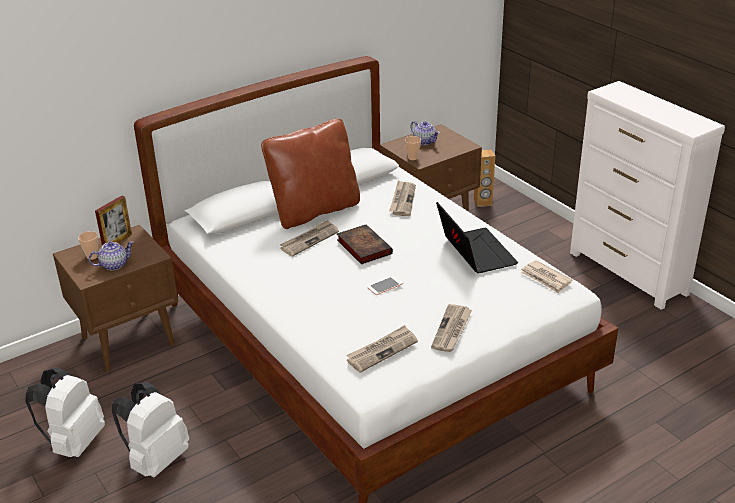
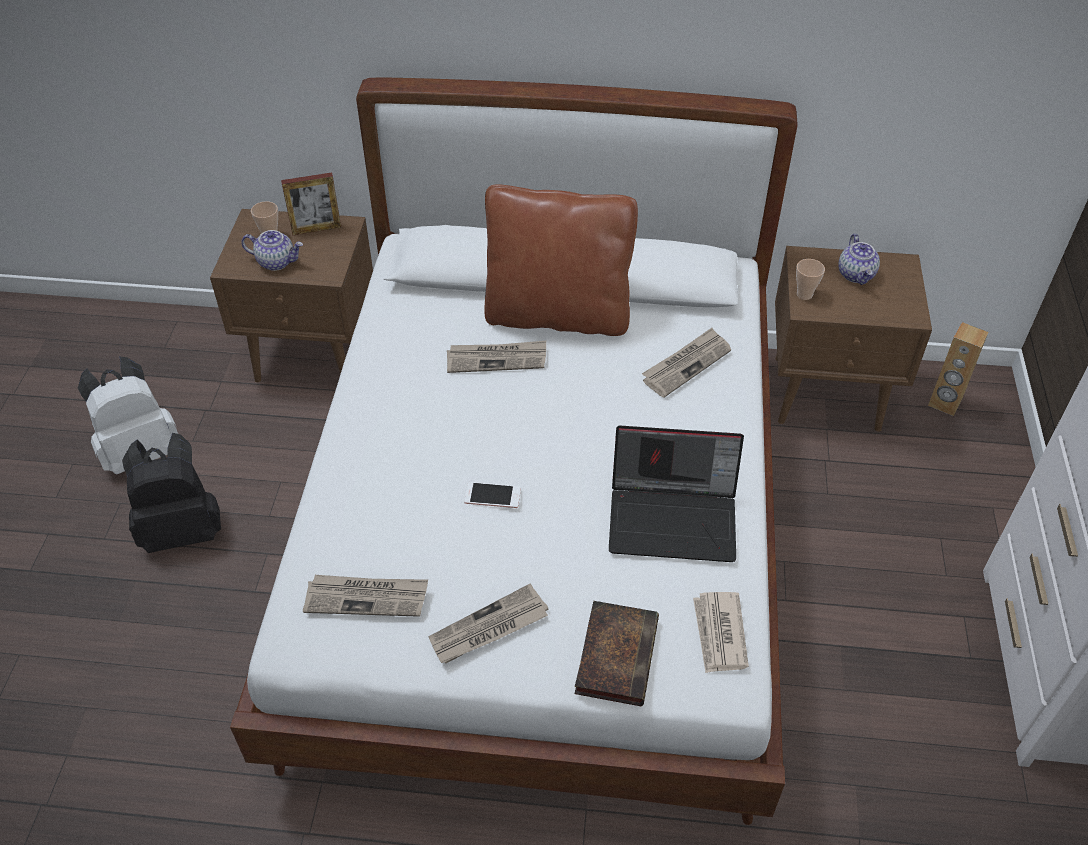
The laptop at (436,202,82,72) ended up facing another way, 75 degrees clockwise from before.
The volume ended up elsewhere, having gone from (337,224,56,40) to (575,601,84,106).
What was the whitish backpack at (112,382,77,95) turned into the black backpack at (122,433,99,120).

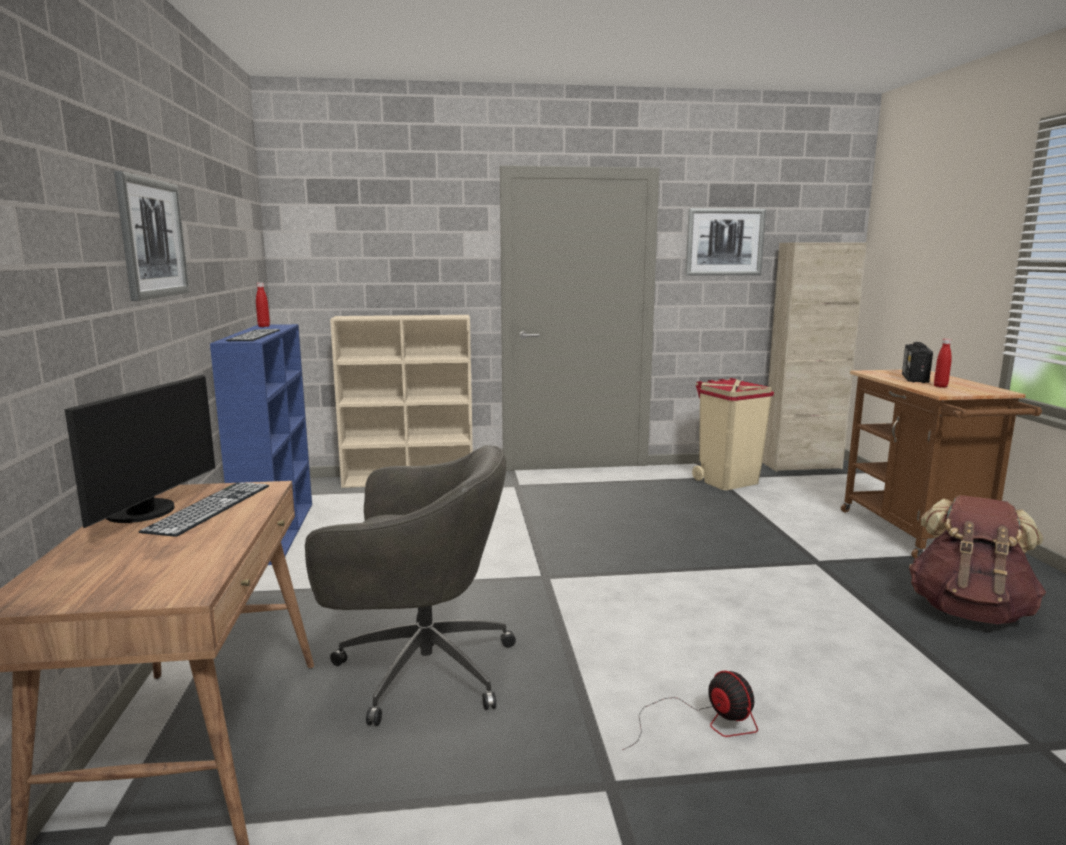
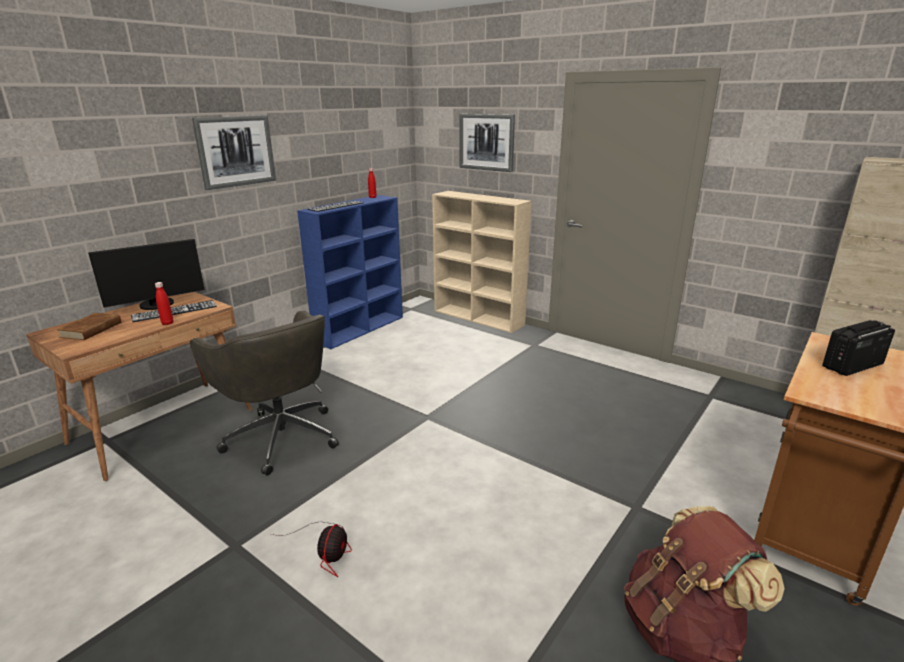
The wall art ended up elsewhere, having gone from (685,208,81,68) to (460,114,55,58).
The red-coloured bottle ended up elsewhere, having gone from (934,339,18,49) to (155,282,18,43).
The second view lost the beige-coloured waste bin at (692,378,82,112).
The second view gained the brown-coloured volume at (57,313,66,27).

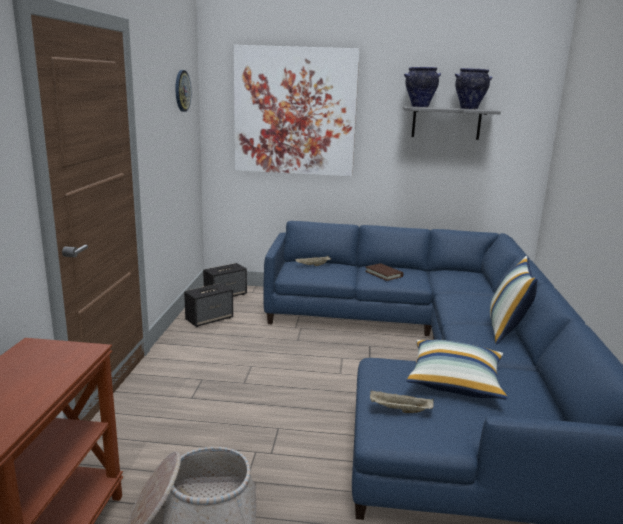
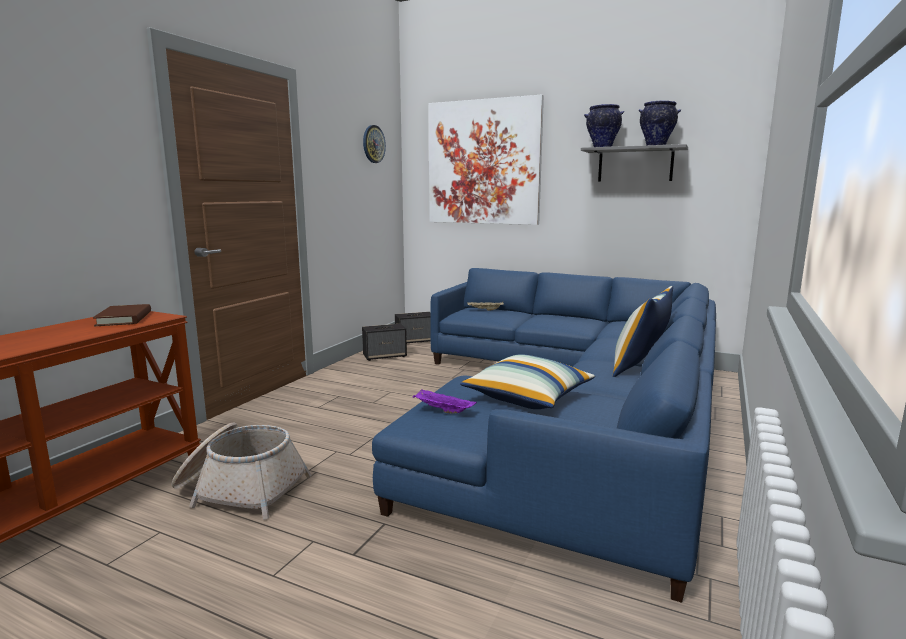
The brown-coloured volume ended up elsewhere, having gone from (365,263,38,18) to (93,304,58,22).
What was the beige-coloured carrying tray at (370,390,64,23) turned into the purplish carrying tray at (413,389,64,24).

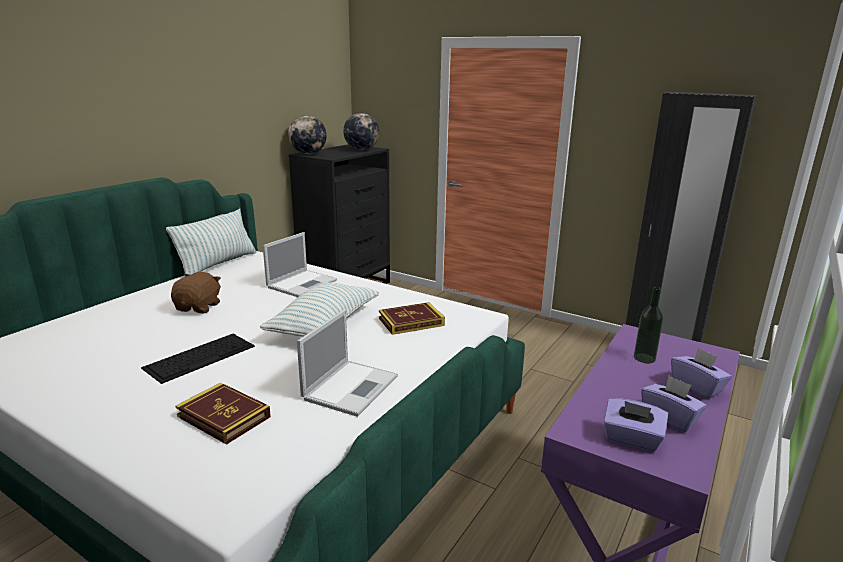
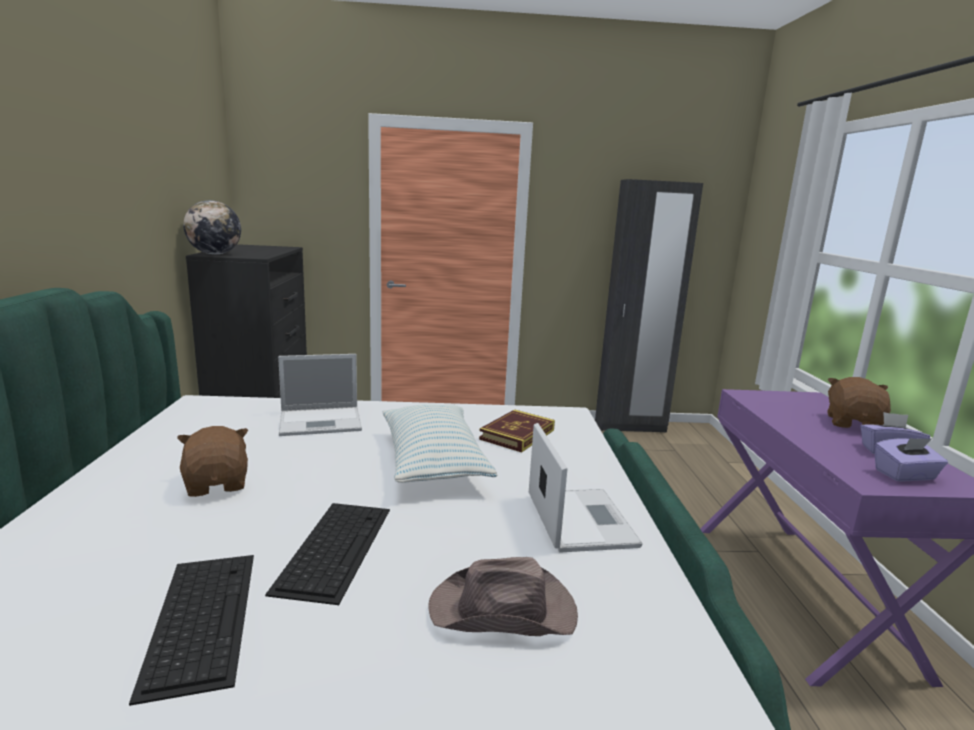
The second view lost the world globe at (343,113,36,37).
The second view lost the pillow at (166,208,91,67).
The laptop at (263,232,74,65) ended up facing another way, 75 degrees clockwise from before.
The second view lost the bottle at (634,287,29,77).
Where the purplish tissue holder stood at (671,348,61,50), the brown-coloured cuddly toy came to stand at (827,377,64,51).
Where the volume stood at (176,382,95,63), the brown-coloured wearable hat came to stand at (428,557,150,79).
The second view gained the keyboard at (129,555,125,151).

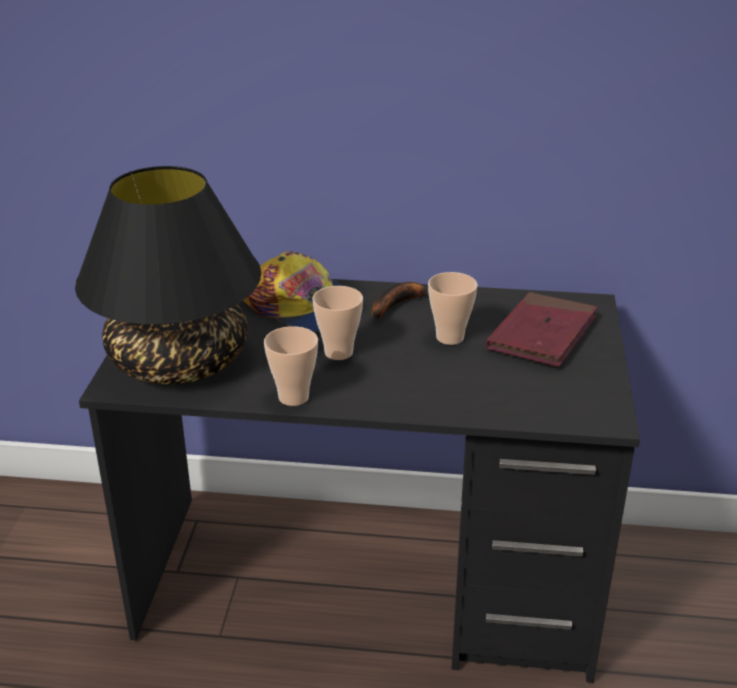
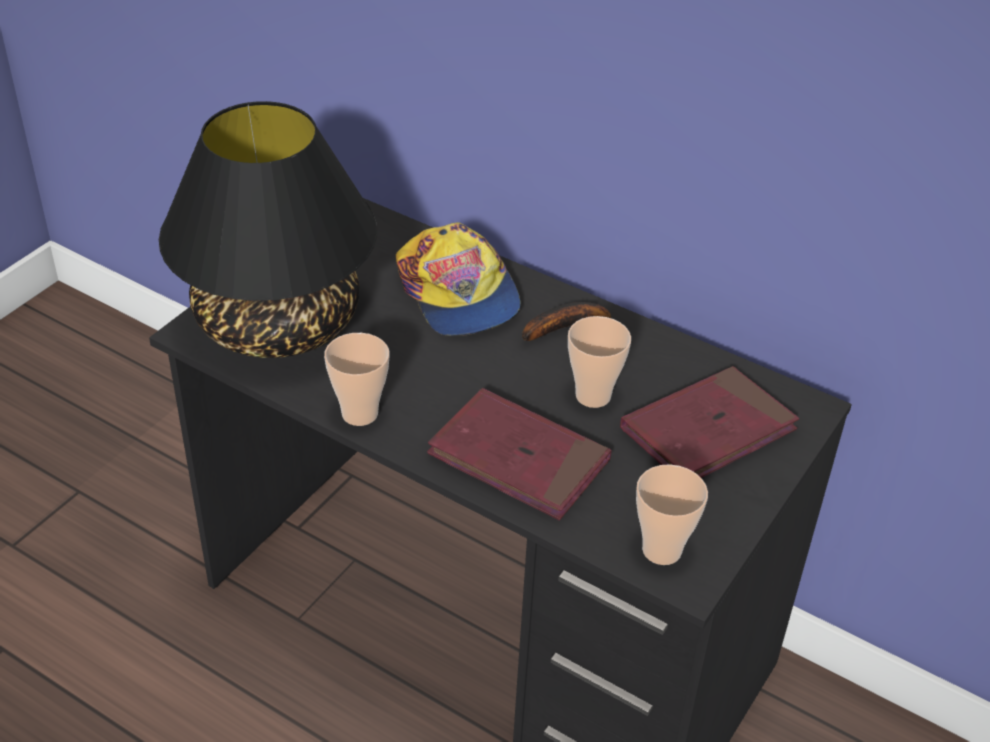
The drinking cup ended up elsewhere, having gone from (313,286,50,74) to (636,464,72,101).
The second view gained the red-coloured volume at (427,388,185,132).

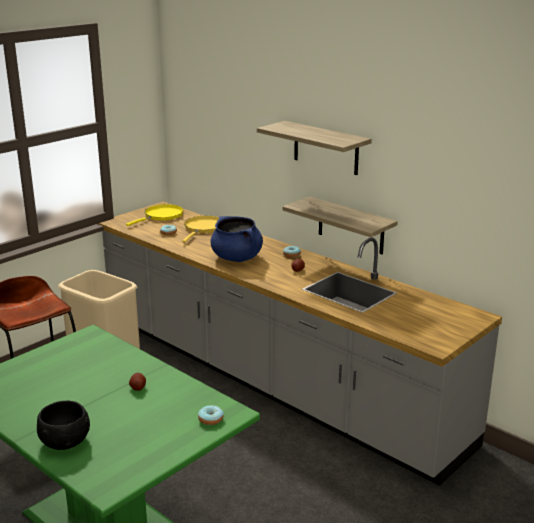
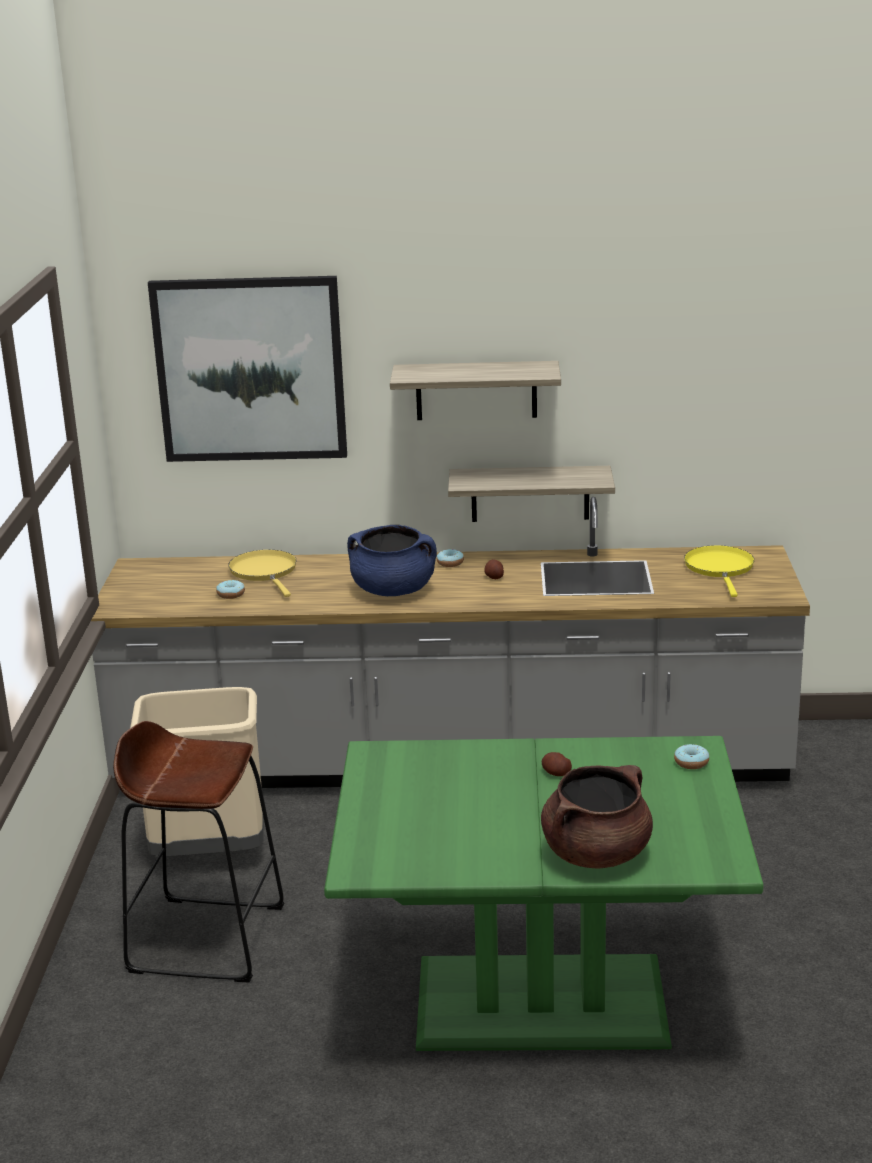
The yellow-coloured skillet ended up elsewhere, having gone from (126,204,58,22) to (684,545,70,52).
Where the black serving bowl stood at (37,401,53,49), the brown-coloured saucepot came to stand at (541,765,112,104).
The second view gained the wall art at (148,276,199,186).

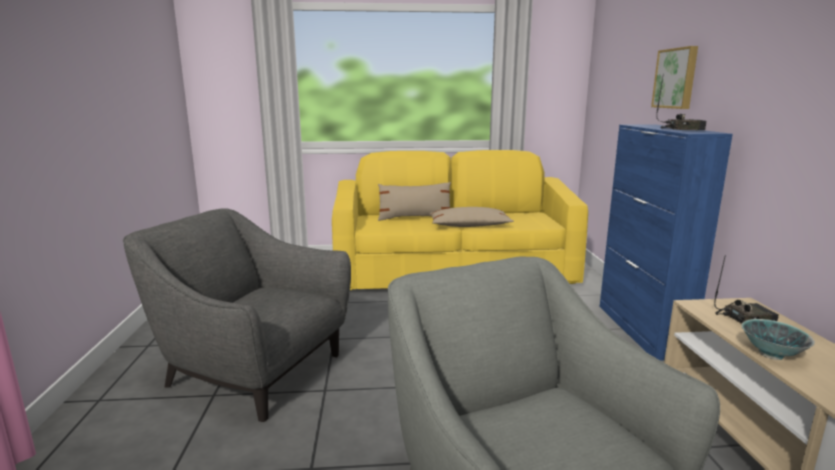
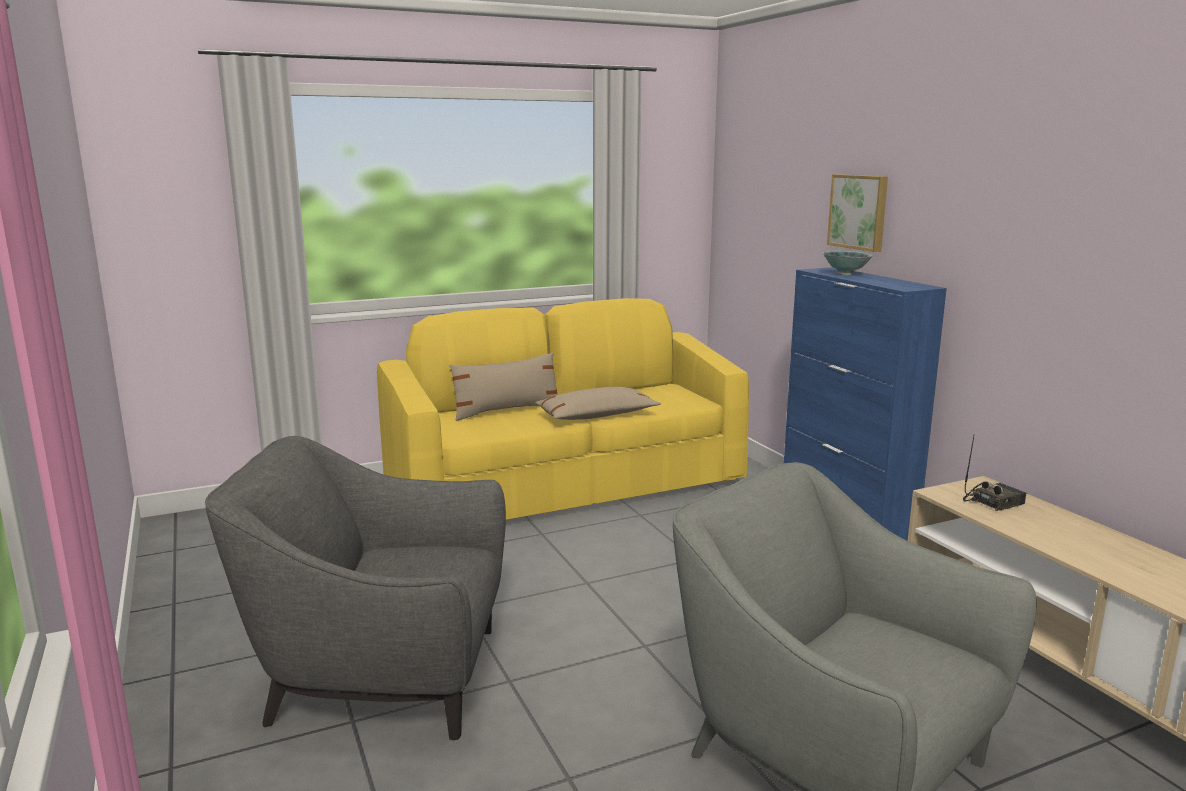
The second view lost the radio set at (656,73,51,57).
The serving bowl ended up elsewhere, having gone from (742,319,73,41) to (823,251,49,24).

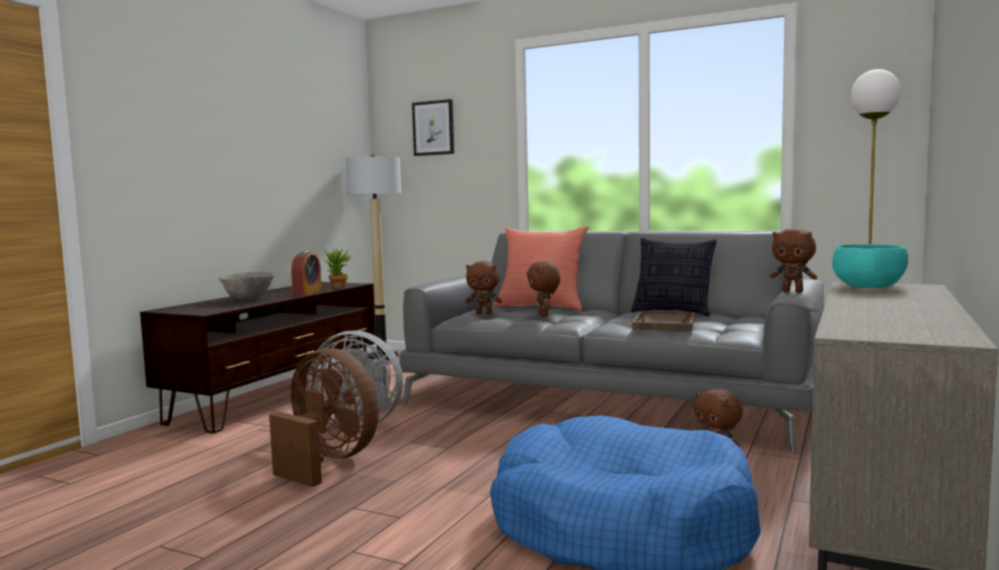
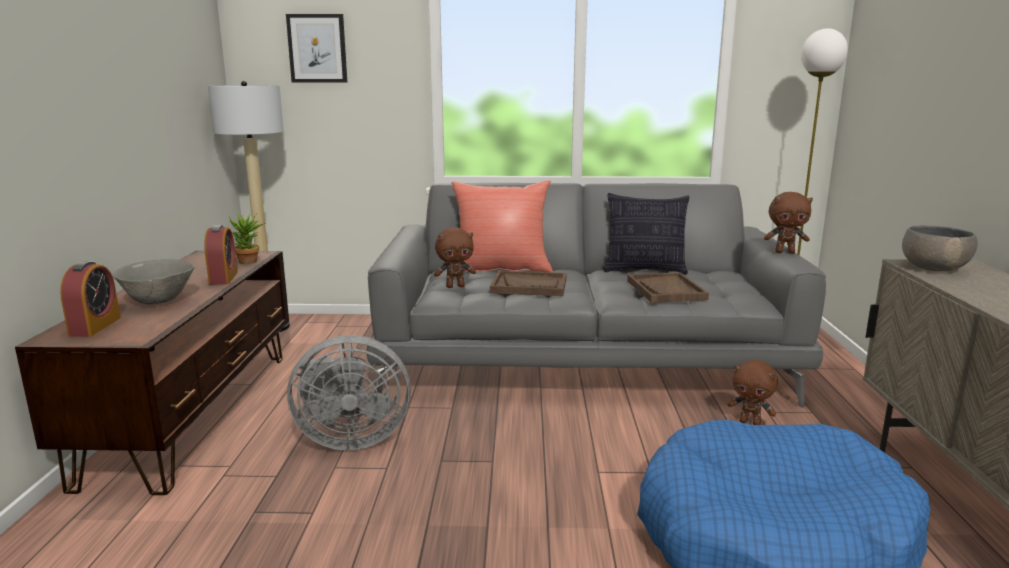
What was the turquoise serving bowl at (832,244,76,44) turned into the greyish serving bowl at (902,225,75,46).
Where the brown-coloured cuddly toy stood at (527,261,33,56), the brown-coloured carrying tray came to stand at (490,271,76,25).
The second view lost the brown-coloured electric fan at (269,348,110,139).
The second view gained the alarm clock at (60,261,60,75).

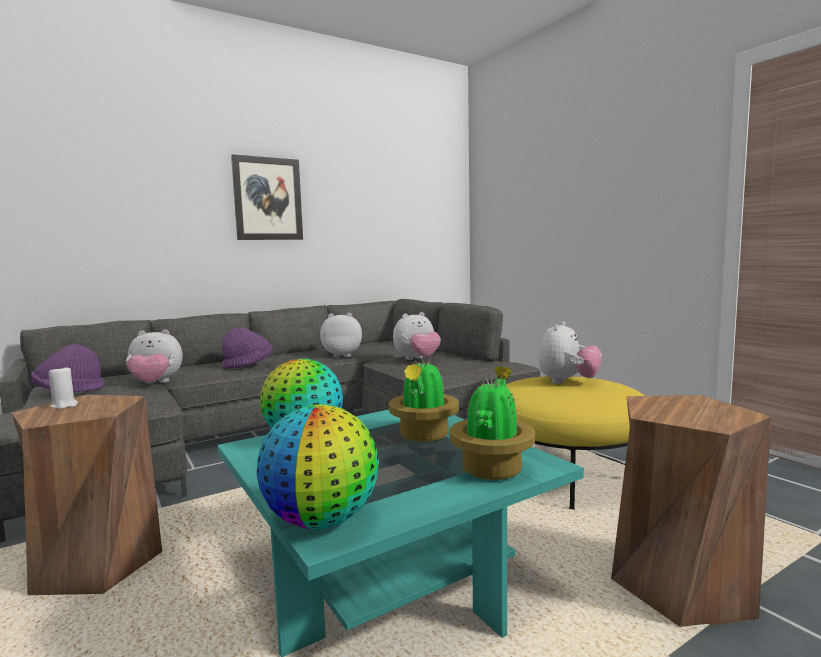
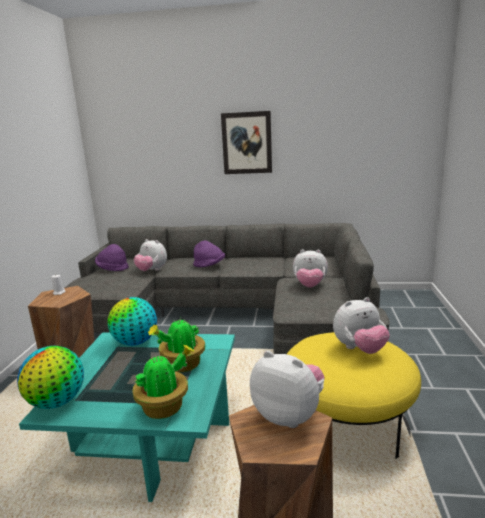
The cuddly toy ended up elsewhere, having gone from (320,313,42,45) to (250,351,75,77).

